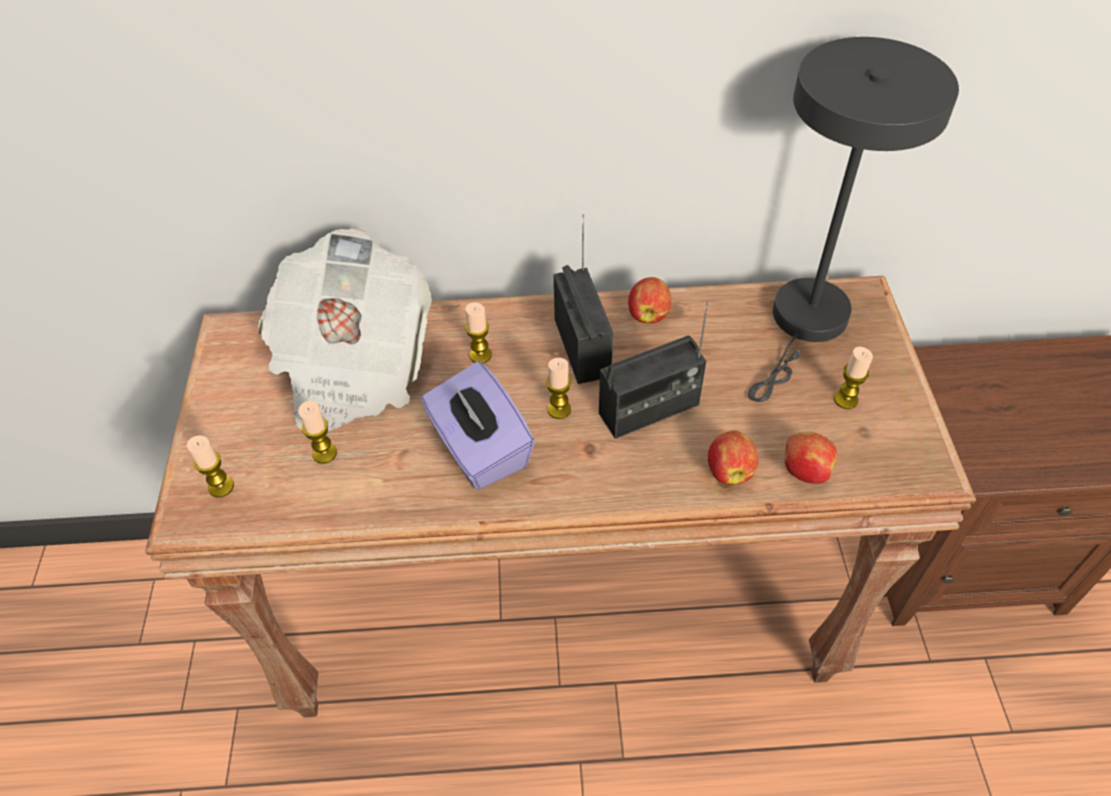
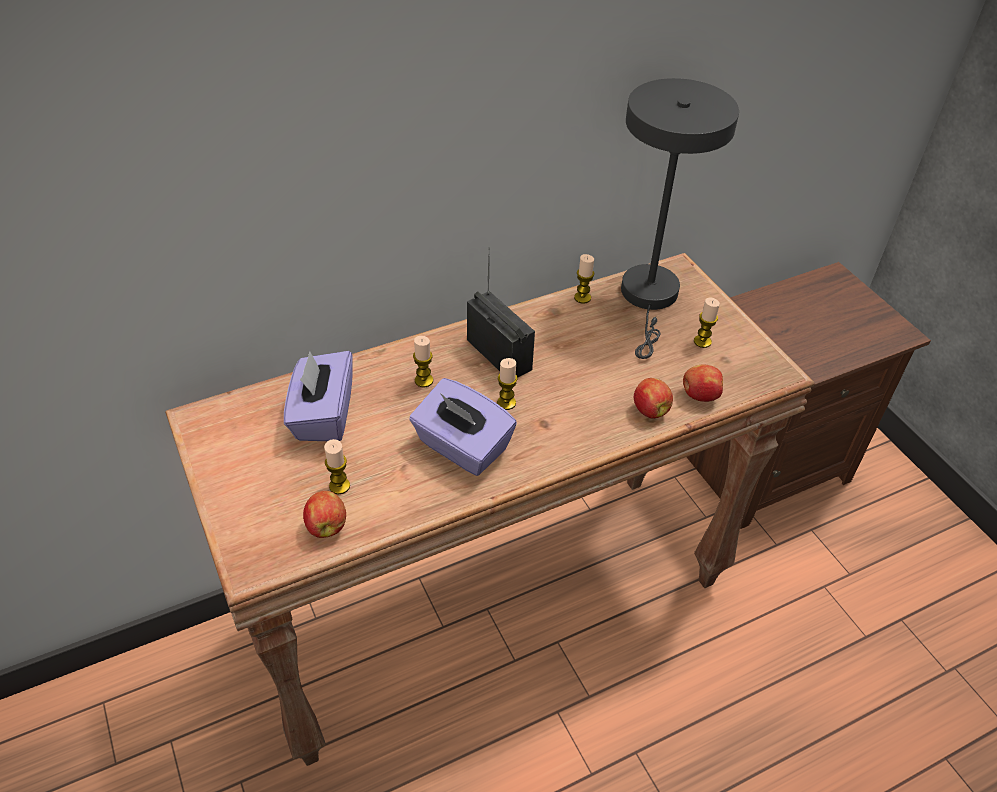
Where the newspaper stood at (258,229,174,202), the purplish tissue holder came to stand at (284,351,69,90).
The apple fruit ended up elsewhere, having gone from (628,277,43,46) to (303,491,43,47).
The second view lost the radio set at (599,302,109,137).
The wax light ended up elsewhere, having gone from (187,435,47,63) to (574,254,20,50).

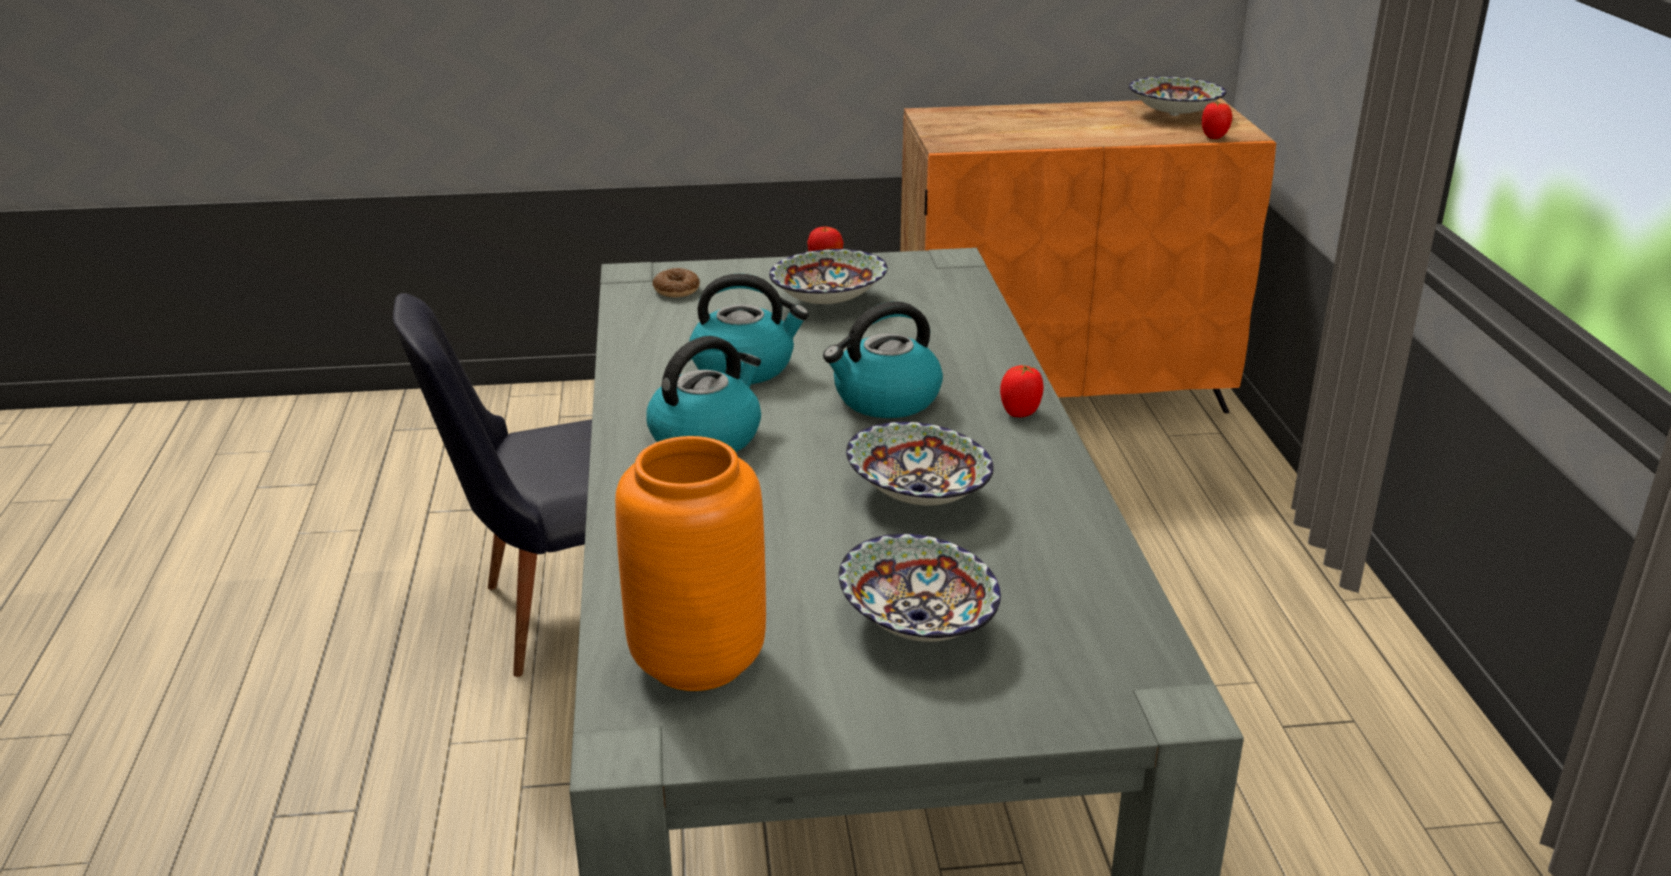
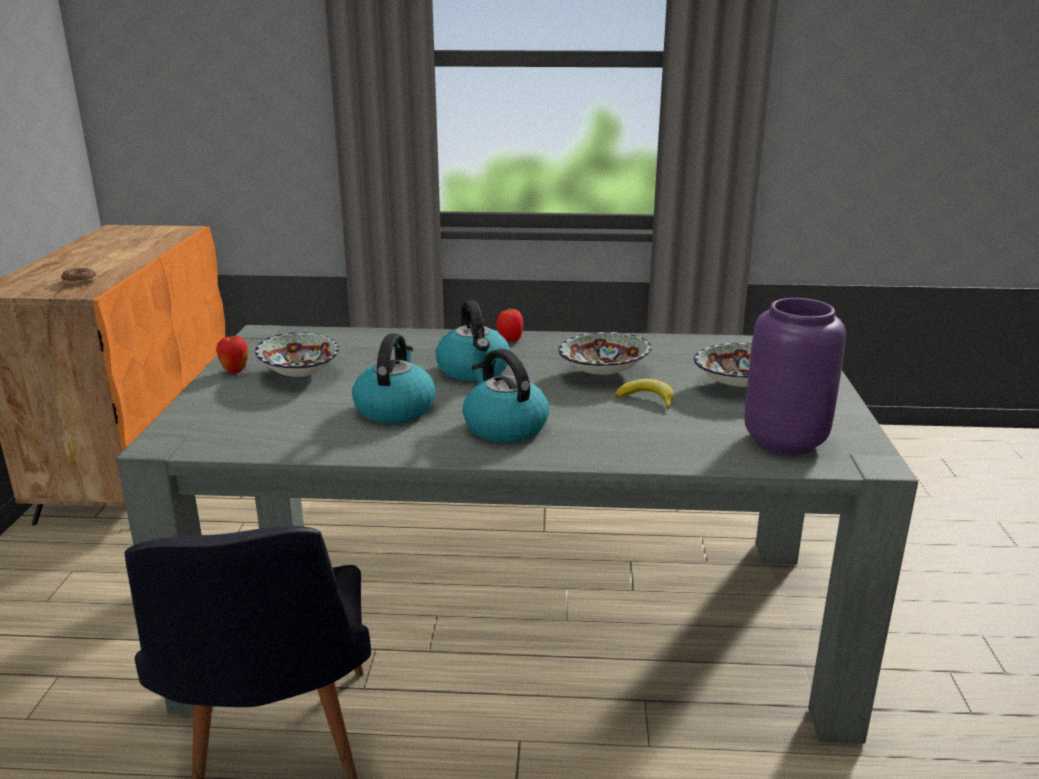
The second view lost the serving bowl at (1129,77,97,39).
The second view lost the whole tomato at (1202,101,30,38).
The donut ended up elsewhere, having gone from (652,268,48,29) to (61,268,35,17).
What was the orange flower vase at (615,436,151,255) turned into the purplish flower vase at (745,298,101,157).
The second view gained the banana at (615,379,59,30).

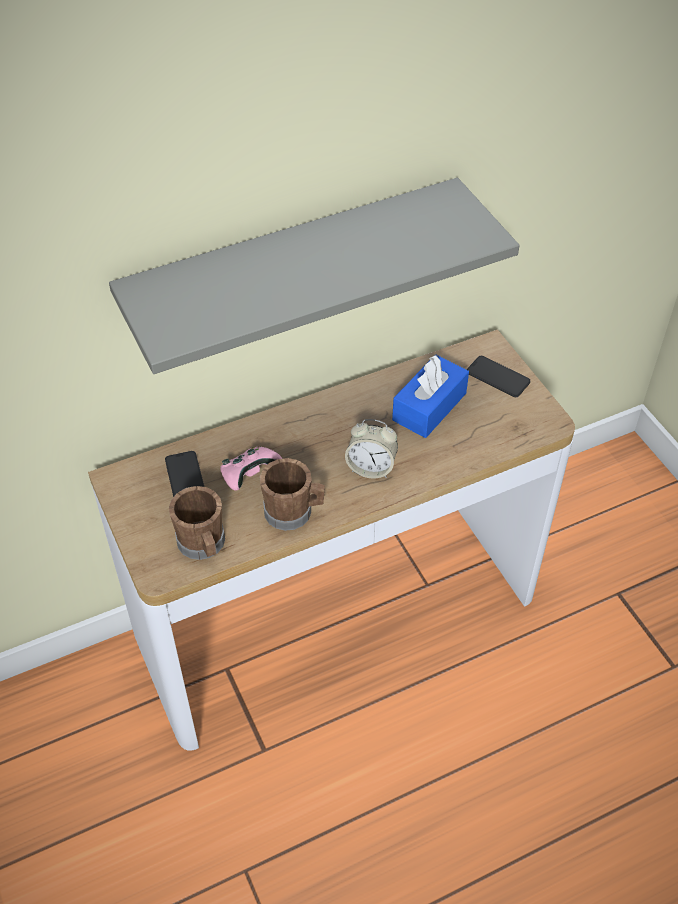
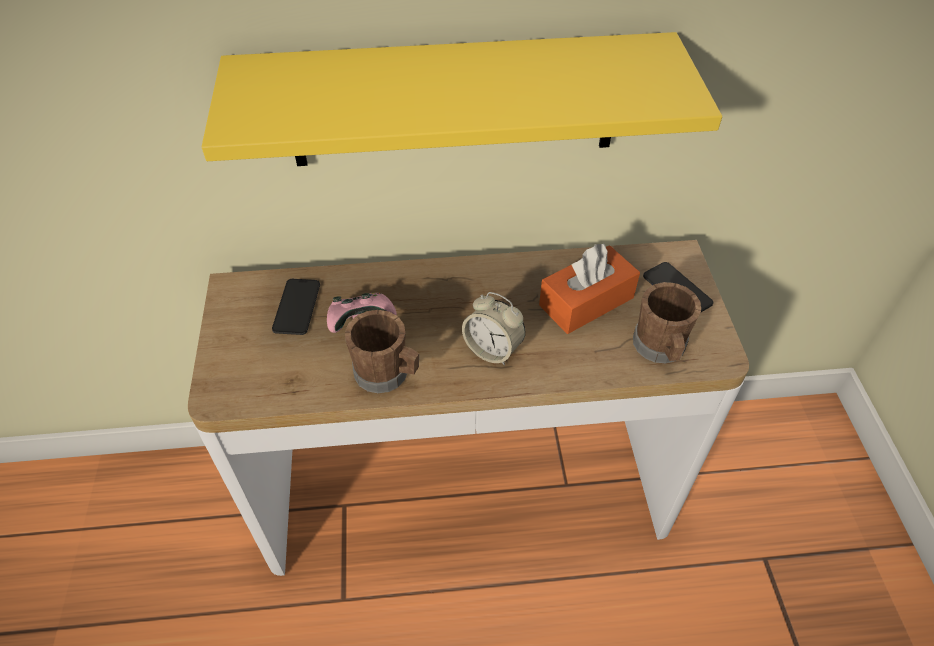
What was the greyish bracket shelf at (109,178,411,196) turned into the yellow-coloured bracket shelf at (202,32,520,134).
What was the blue tissue holder at (392,355,77,83) turned into the orange tissue holder at (539,244,101,90).
The brown-coloured mug ended up elsewhere, having gone from (169,486,56,74) to (633,282,68,81).

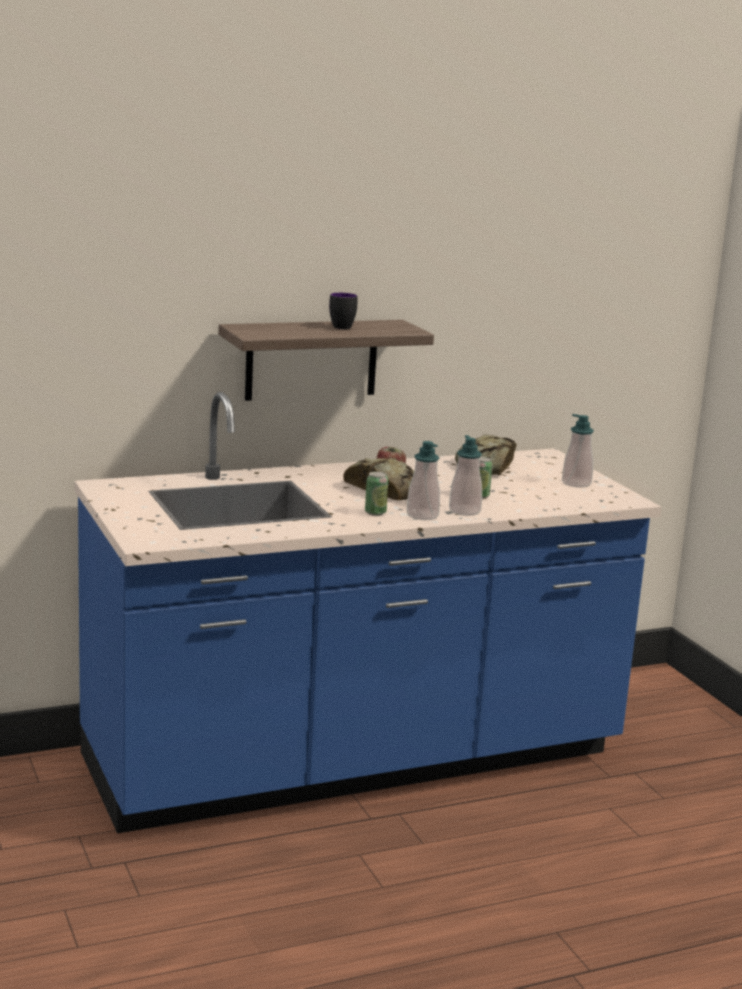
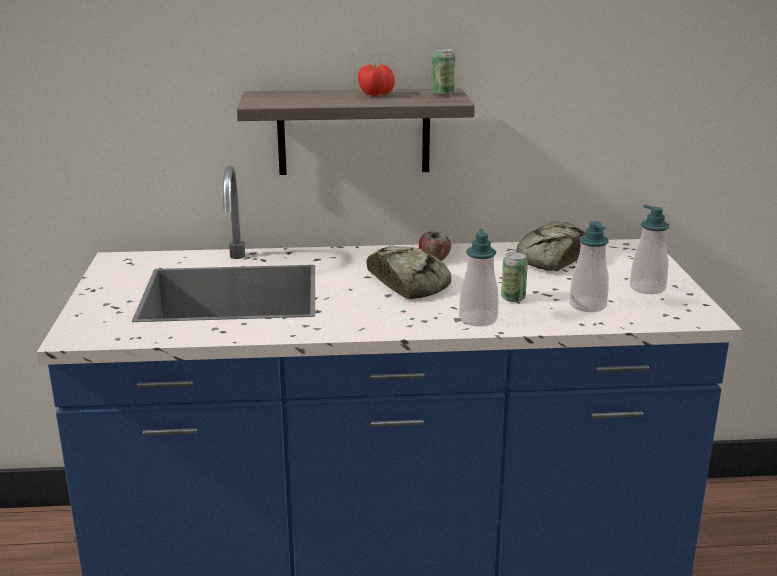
Where the mug stood at (329,293,28,36), the whole tomato came to stand at (358,64,37,32).
The liquid soap bottle ended up elsewhere, having gone from (407,441,33,79) to (569,221,40,91).
The sealed can ended up elsewhere, having gone from (365,471,23,45) to (432,48,23,48).

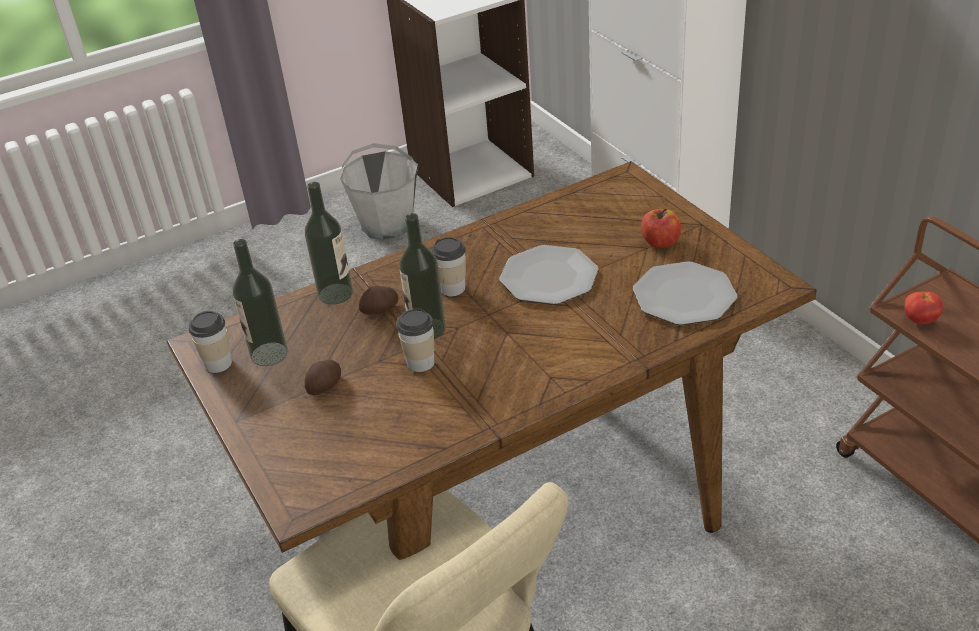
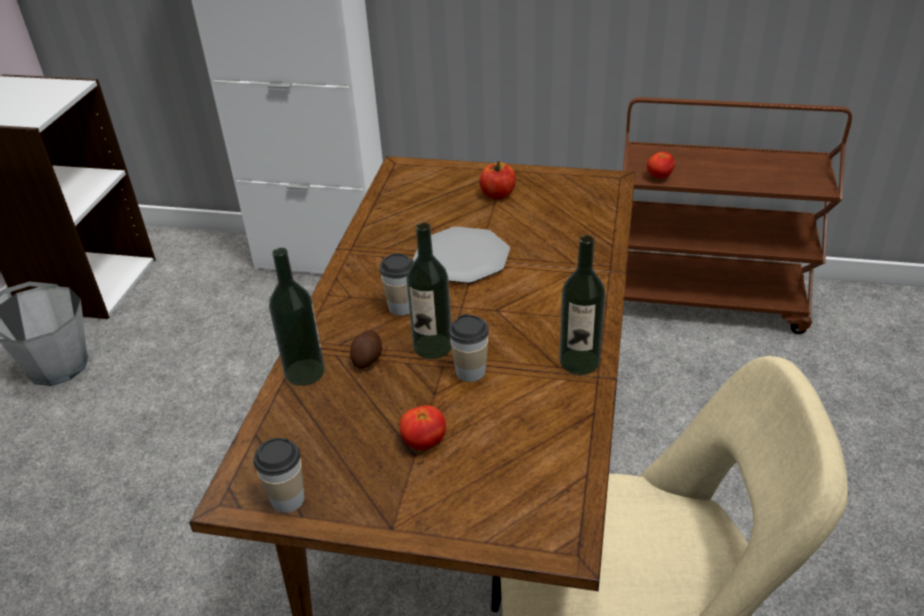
The bottle ended up elsewhere, having gone from (233,239,55,127) to (559,235,47,140).
The second view lost the dinner plate at (633,261,105,64).
Where the spud stood at (305,359,36,36), the whole tomato came to stand at (400,405,46,45).

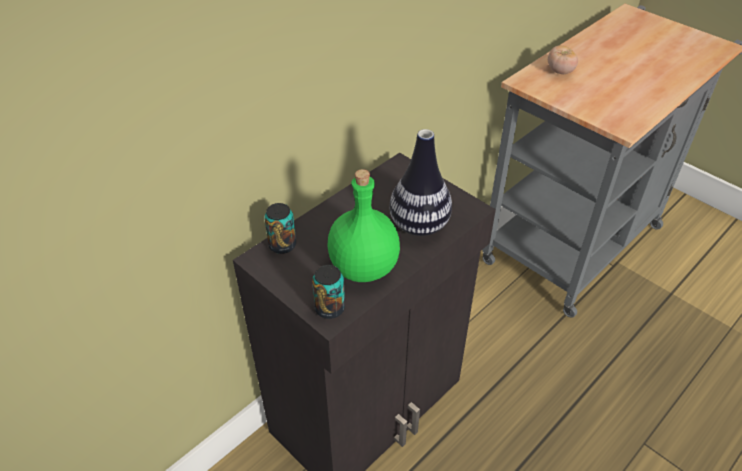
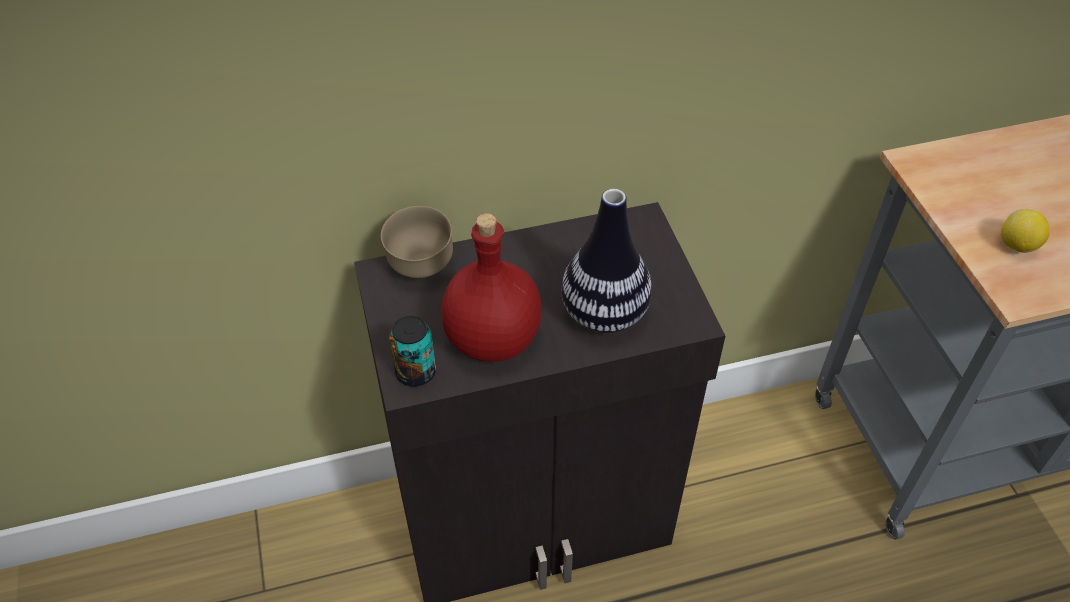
The second view lost the whole tomato at (548,45,30,29).
What was the green bottle at (327,169,73,113) turned into the red-coloured bottle at (441,213,101,149).
Where the sealed can stood at (264,203,32,51), the brown-coloured serving bowl came to stand at (381,206,72,72).
The second view gained the whole lemon at (1001,209,48,44).

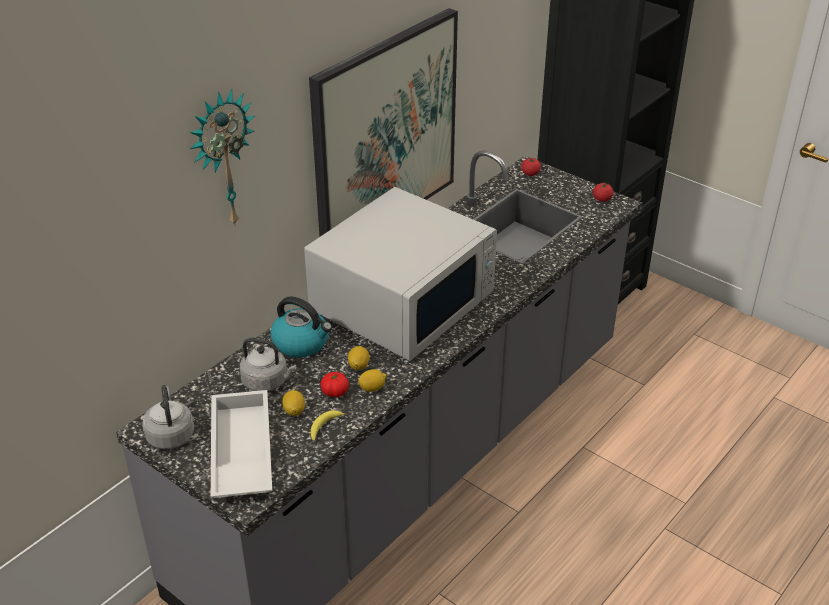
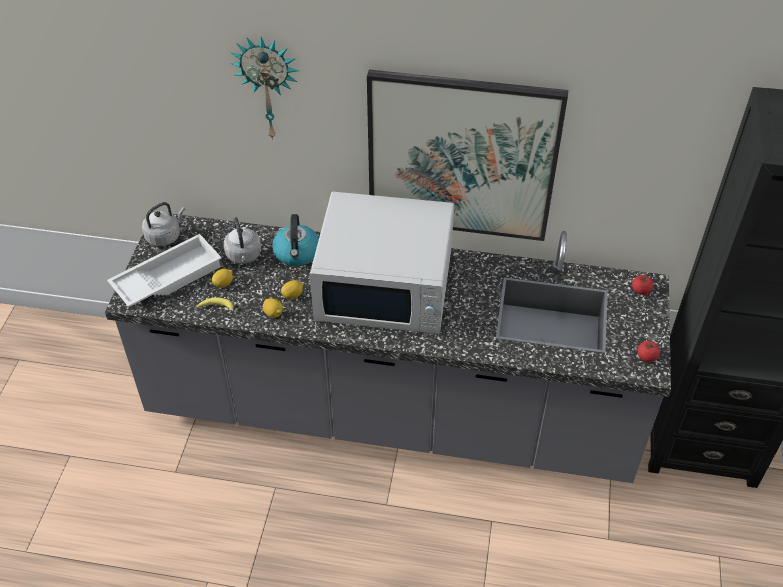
The second view lost the whole tomato at (321,372,28,25).

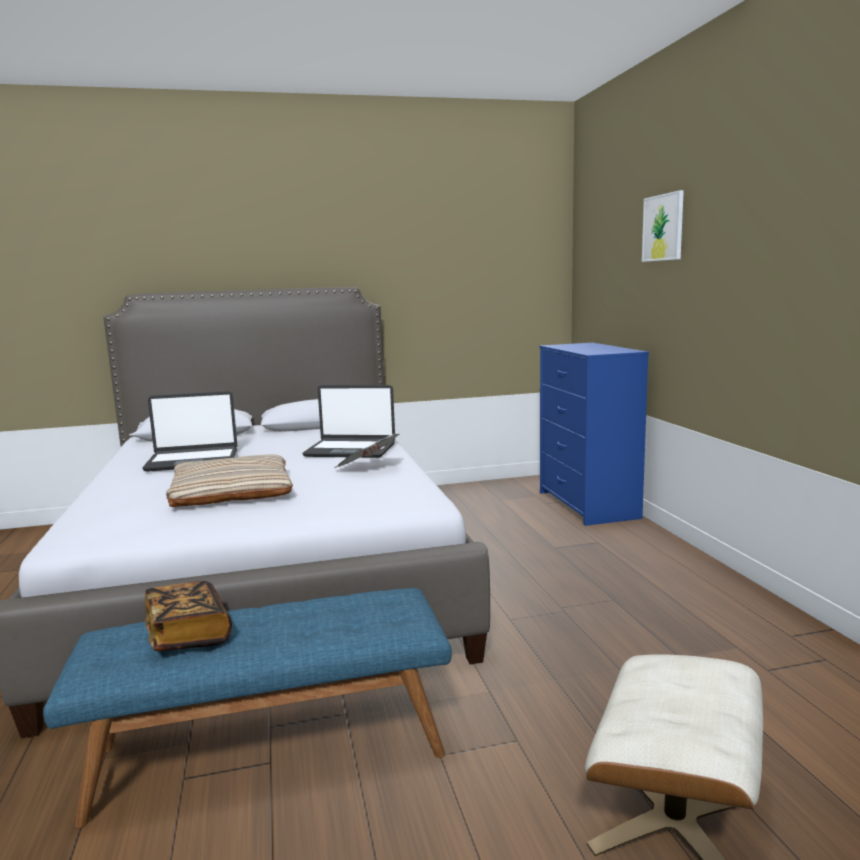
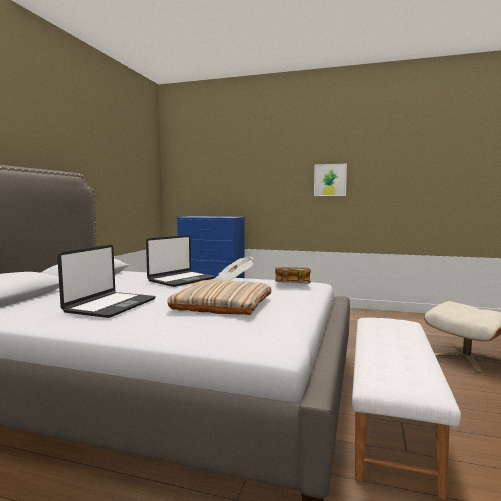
The wall art ended up elsewhere, having gone from (642,190,42,72) to (314,164,33,32).
The volume ended up elsewhere, having gone from (145,581,87,70) to (275,267,36,16).
What was the blue long seat at (43,588,409,240) turned into the whitish long seat at (352,318,109,182).

